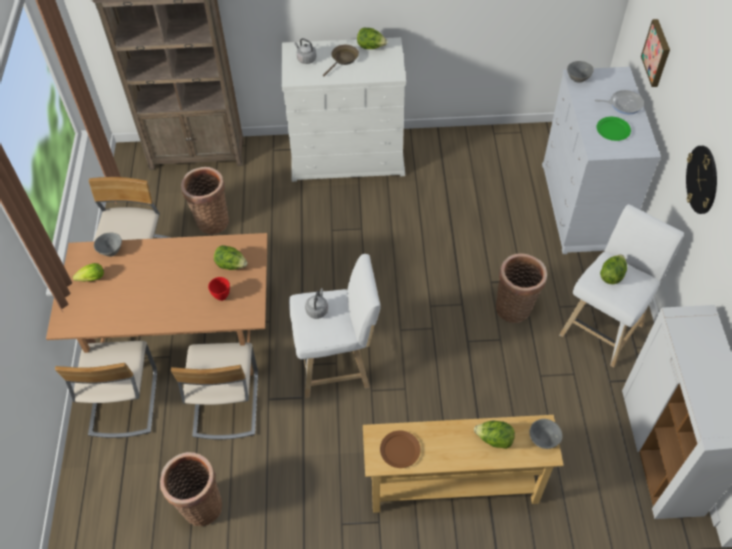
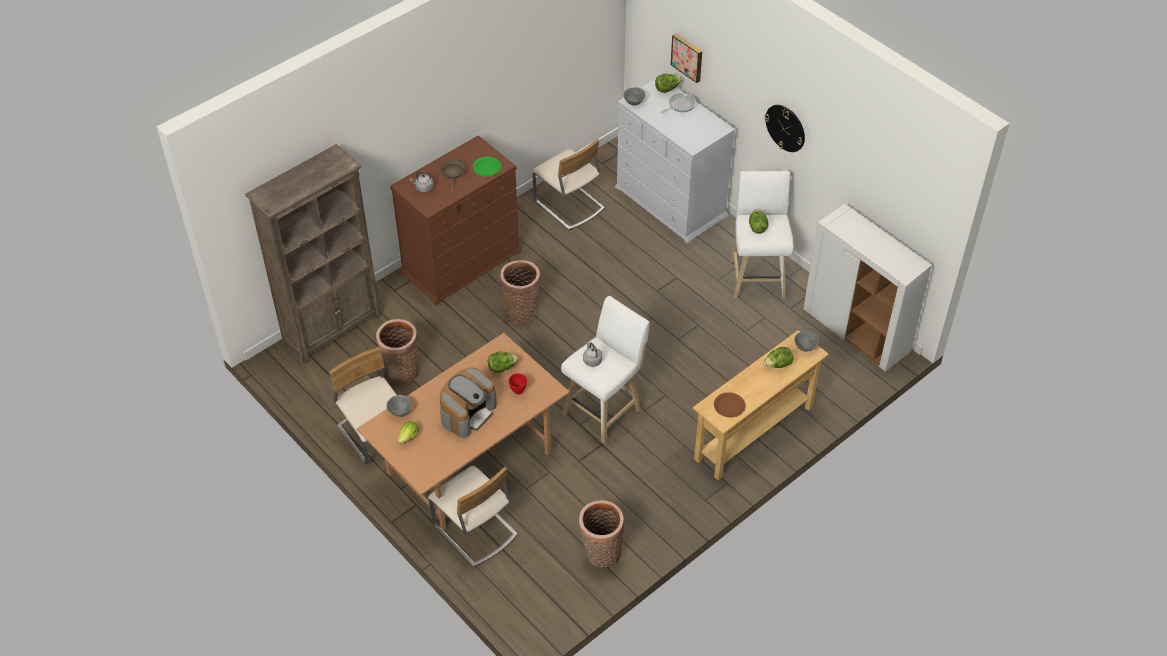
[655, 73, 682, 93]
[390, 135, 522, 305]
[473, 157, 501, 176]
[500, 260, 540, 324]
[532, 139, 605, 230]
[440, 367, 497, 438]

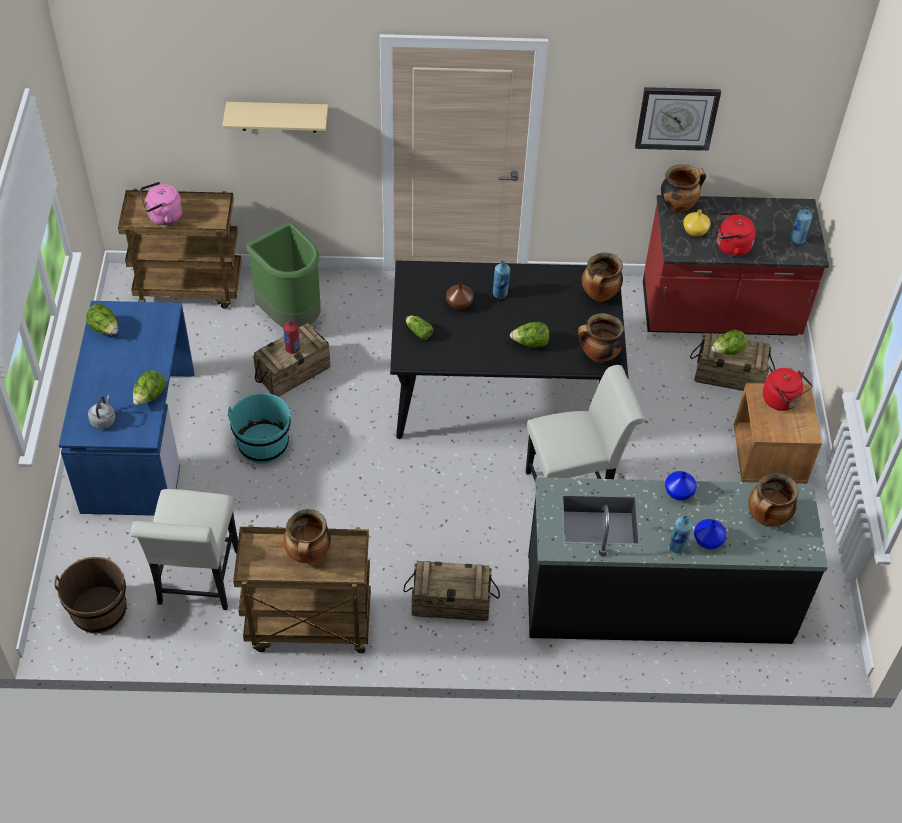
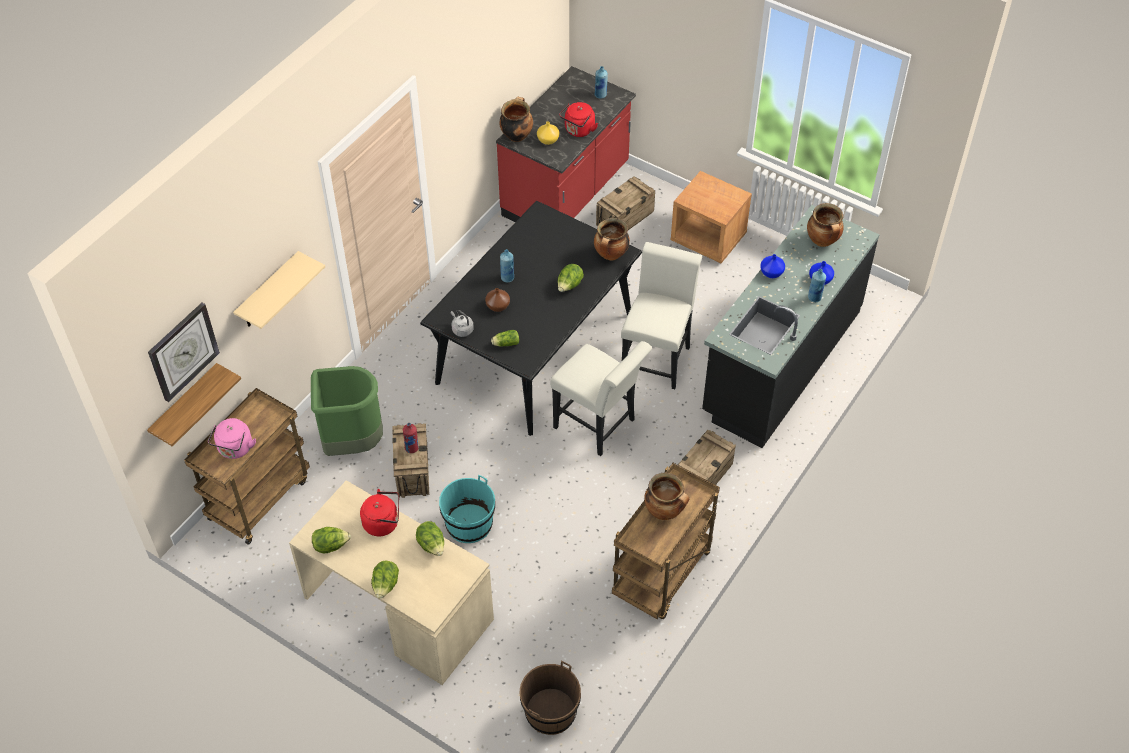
[148, 303, 220, 402]
[582, 253, 623, 302] (first image)
[289, 480, 494, 685]
[371, 561, 399, 599]
[360, 489, 399, 536]
[451, 310, 474, 337]
[550, 341, 652, 456]
[147, 363, 241, 447]

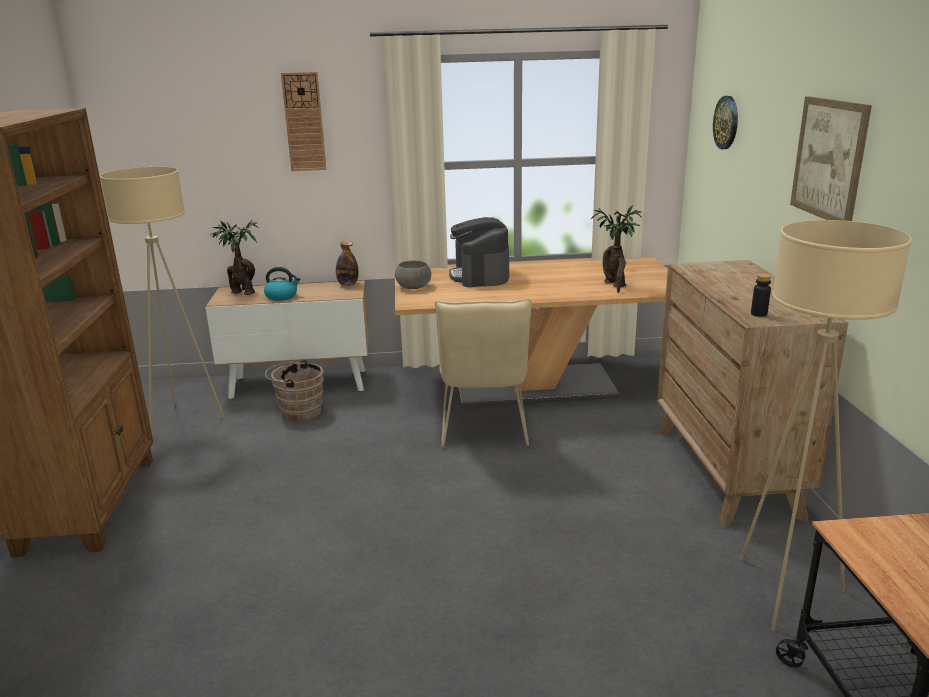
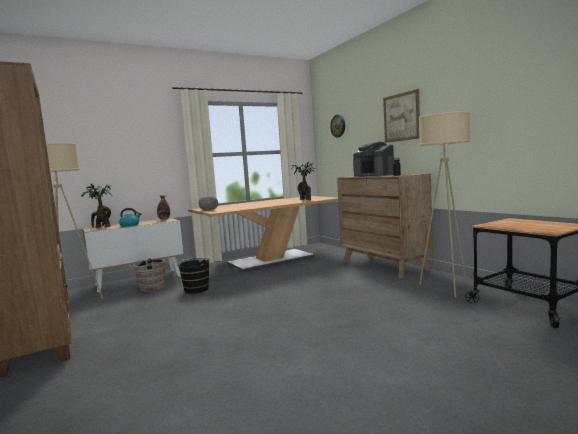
[281, 72, 326, 171] (first image)
[353, 142, 394, 177]
[435, 298, 532, 448] (first image)
[177, 258, 210, 293]

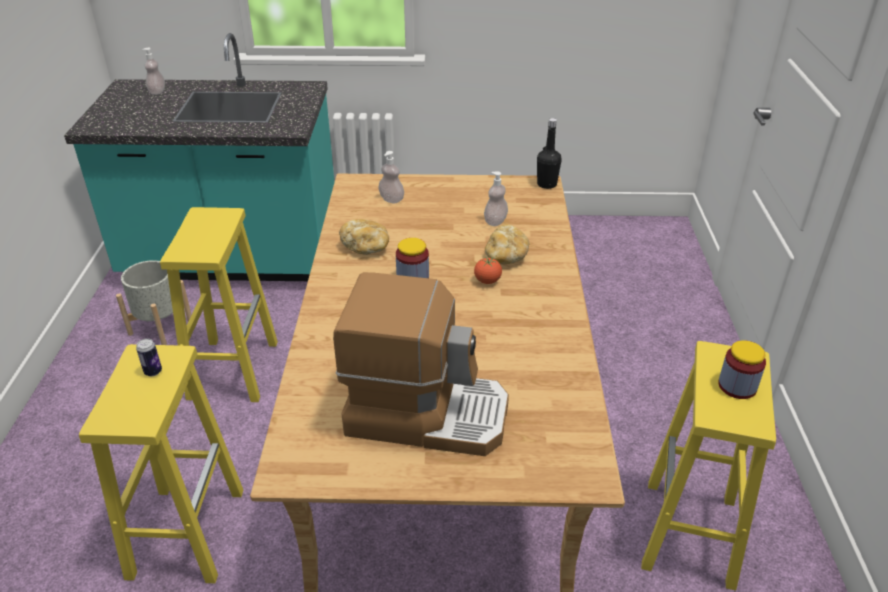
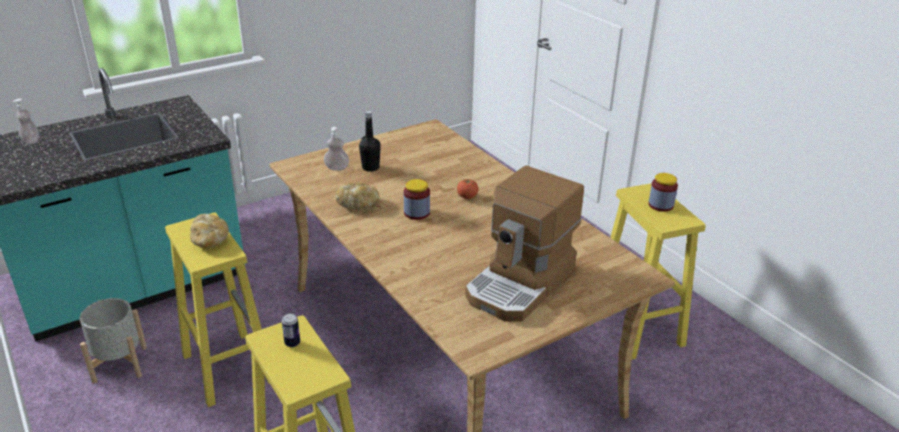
[359, 111, 381, 172]
[484, 171, 508, 226] (first image)
[190, 214, 229, 248]
[465, 166, 584, 322]

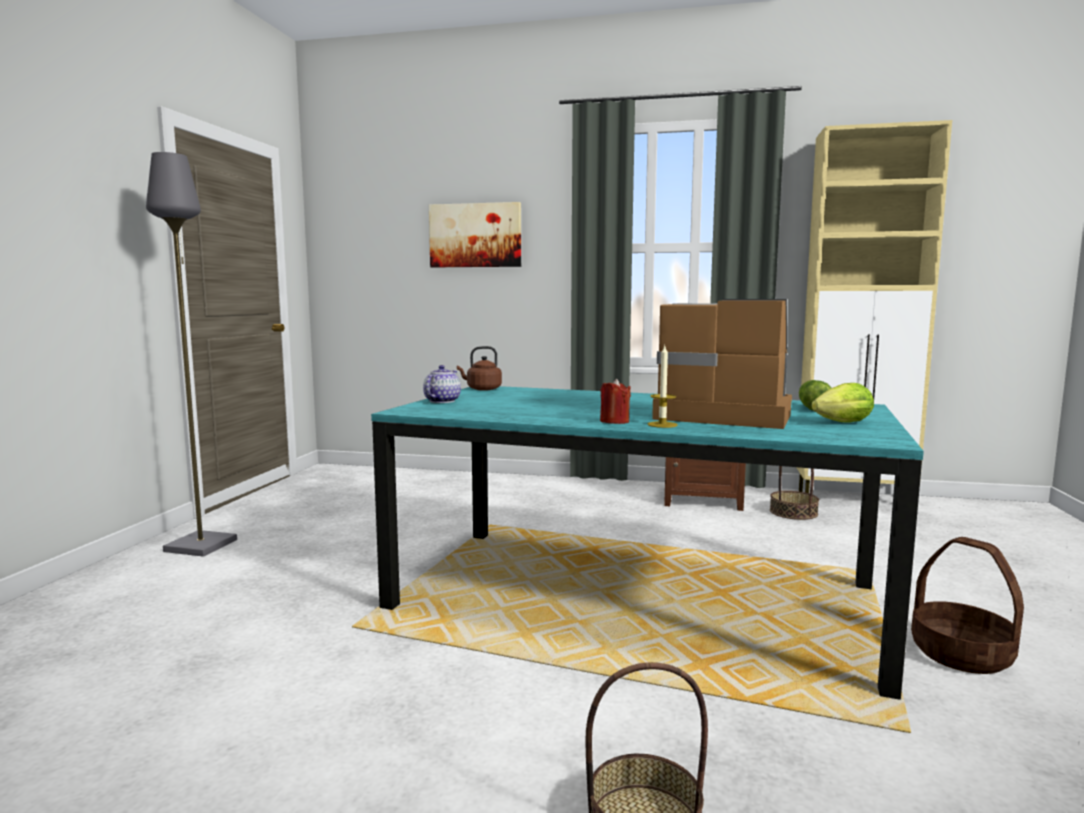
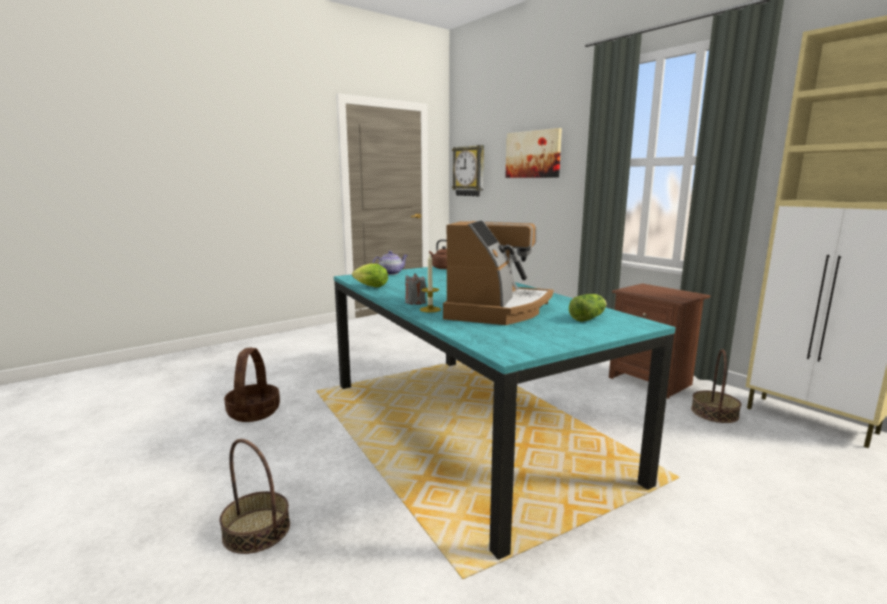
[146, 152, 237, 557] (first image)
[443, 220, 553, 325]
[405, 273, 426, 305]
[352, 264, 388, 287]
[224, 348, 280, 422]
[452, 145, 484, 196]

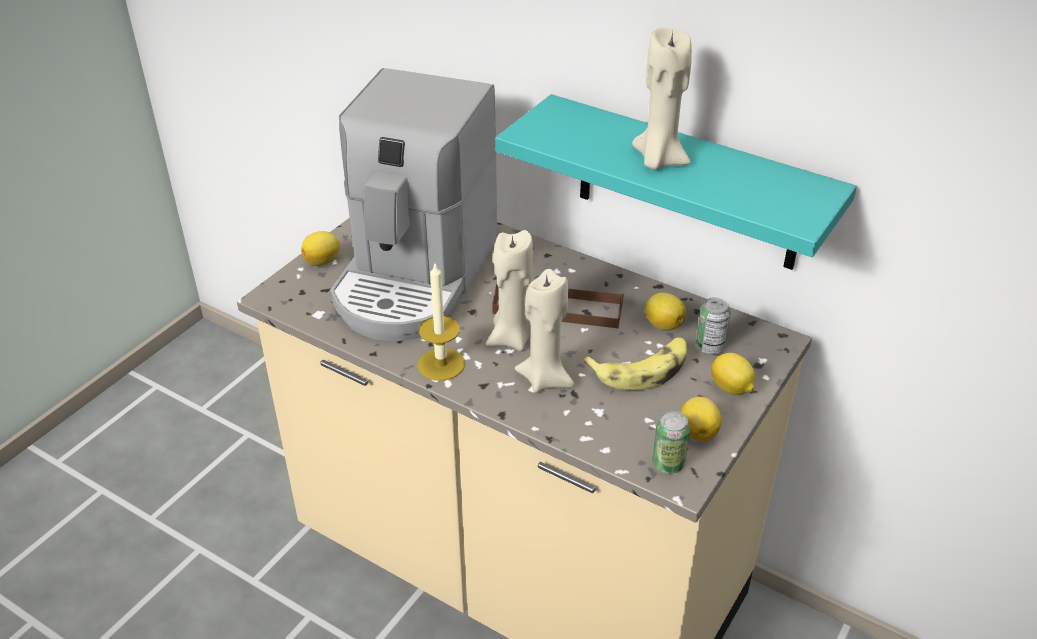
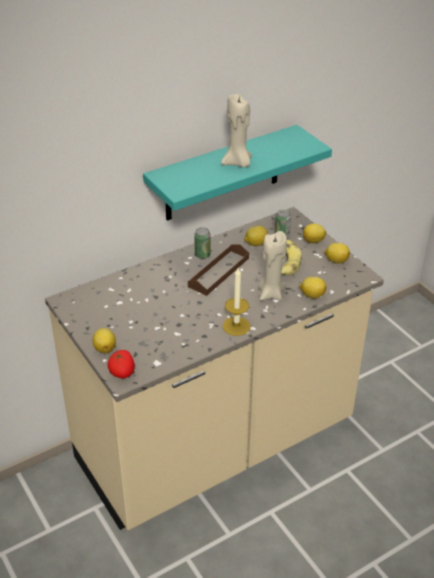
[330, 68, 497, 341] (first image)
[486, 230, 533, 351] (first image)
[194, 227, 211, 259]
[299, 277, 326, 299]
[108, 350, 135, 378]

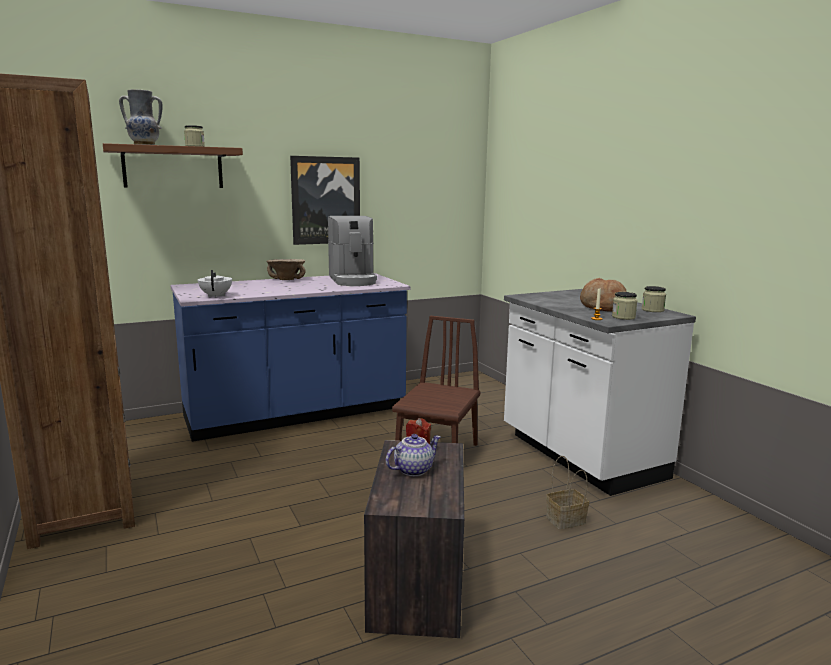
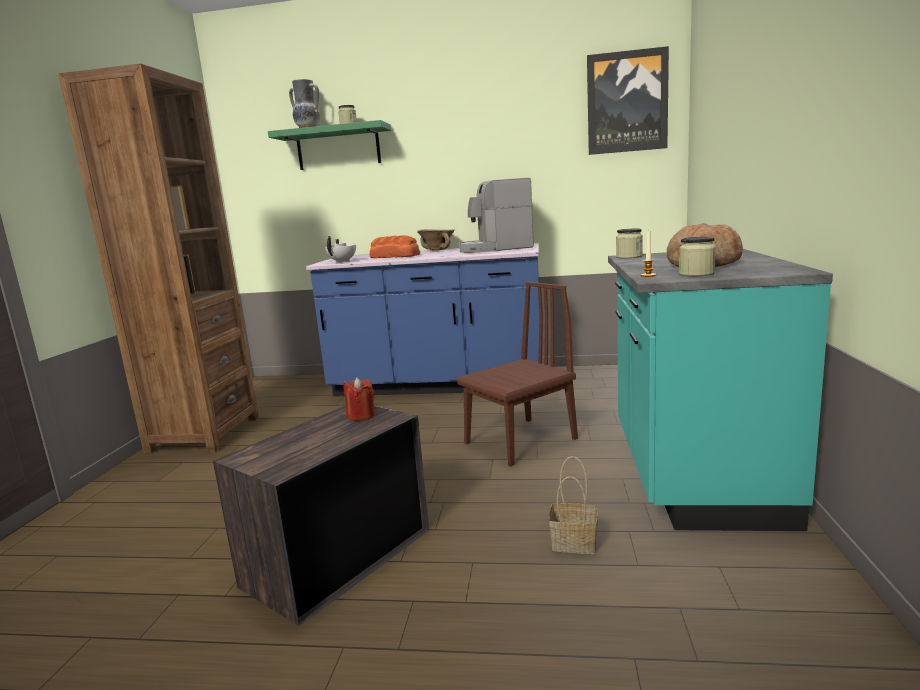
[268, 120, 391, 170]
[587, 46, 669, 155]
[458, 178, 534, 253]
[616, 228, 643, 258]
[608, 249, 833, 531]
[386, 434, 440, 476] (first image)
[370, 235, 420, 258]

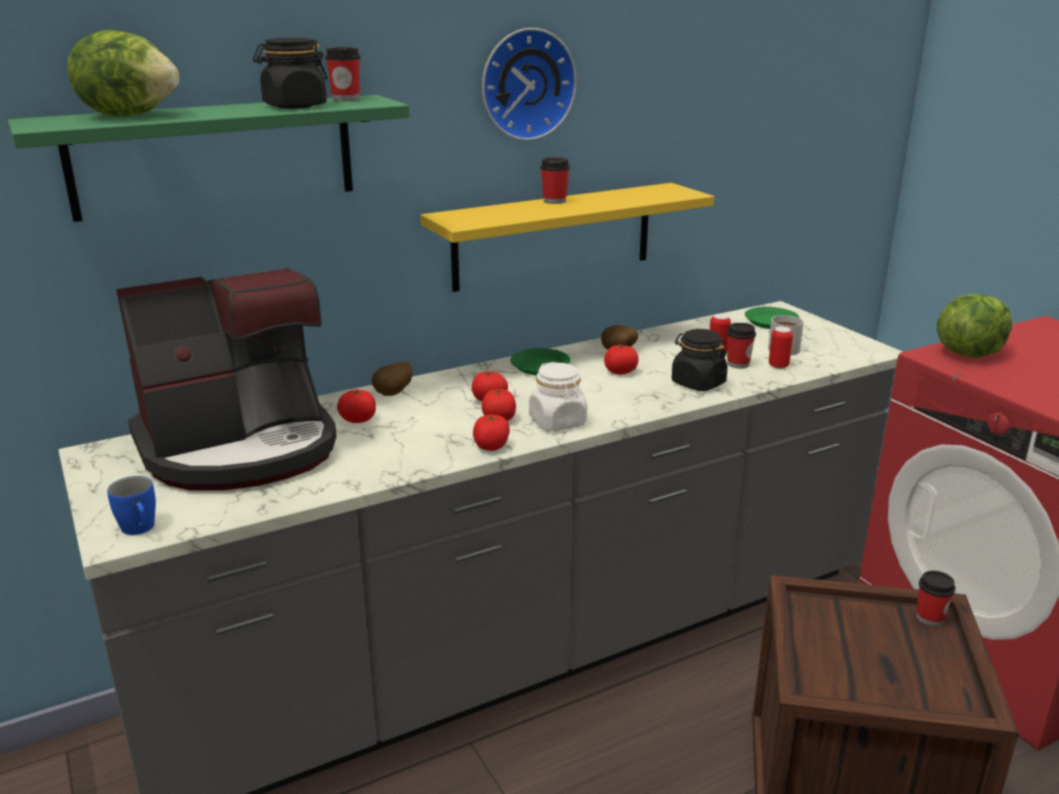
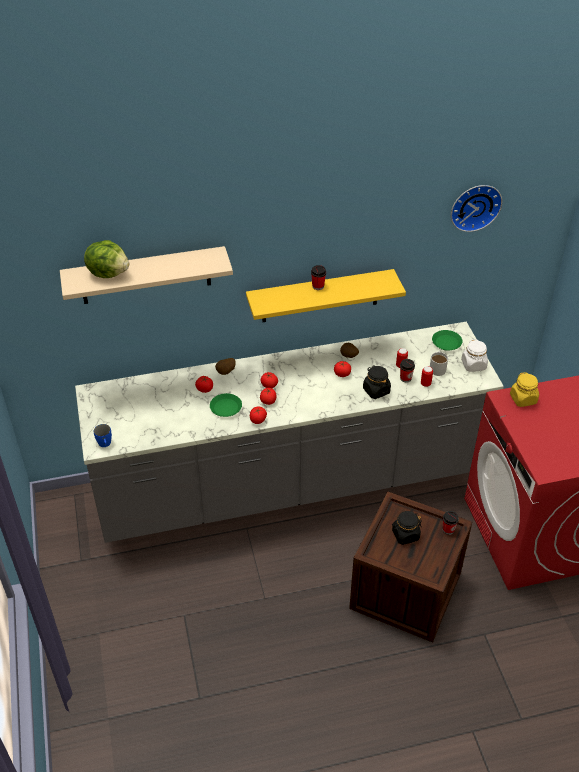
[451, 185, 502, 232]
[392, 511, 422, 545]
[325, 47, 360, 101] (first image)
[60, 246, 233, 304]
[116, 268, 337, 491] (first image)
[510, 372, 539, 407]
[210, 393, 242, 417]
[461, 339, 488, 372]

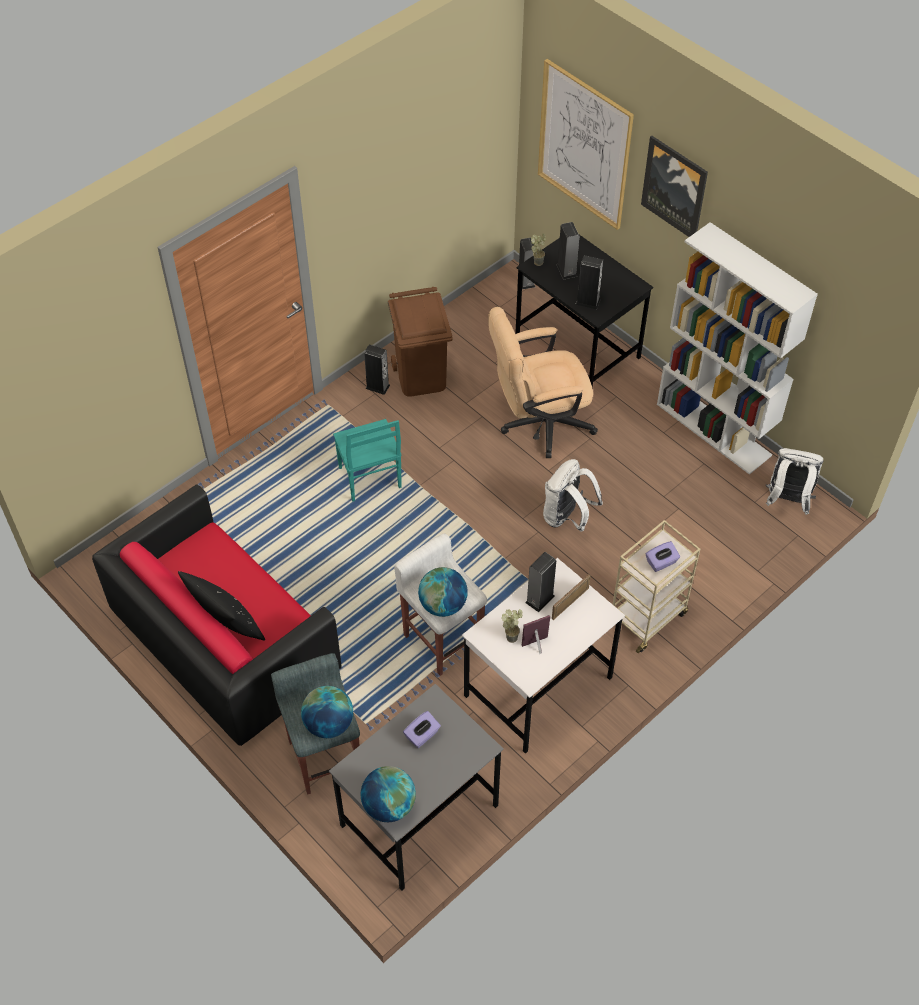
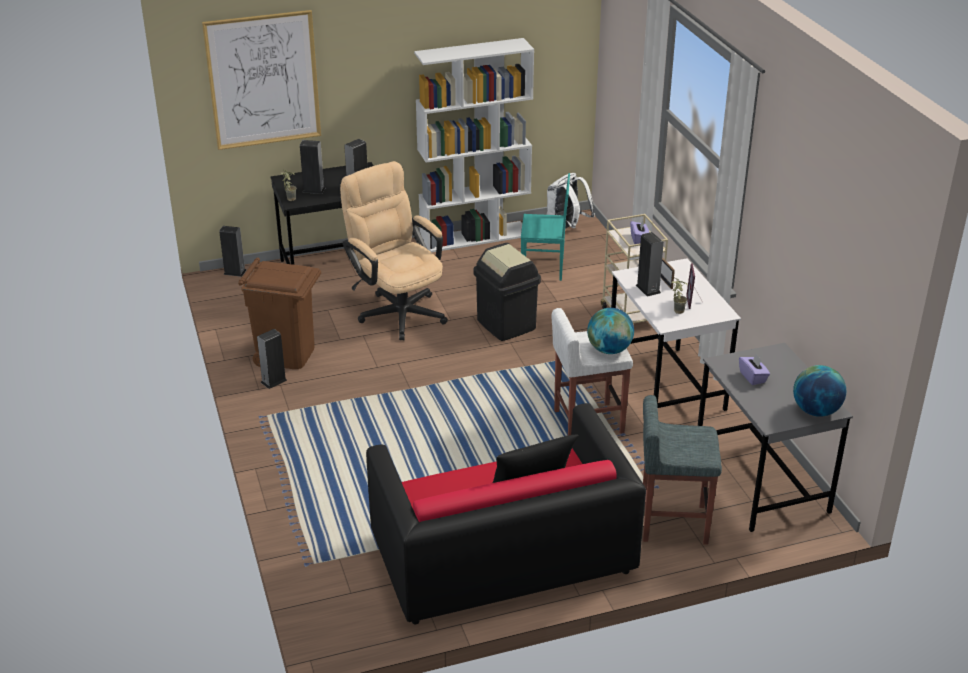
[641, 136, 708, 237] (first image)
[340, 161, 448, 340]
[521, 173, 570, 281]
[473, 243, 541, 341]
[301, 686, 353, 738] (first image)

